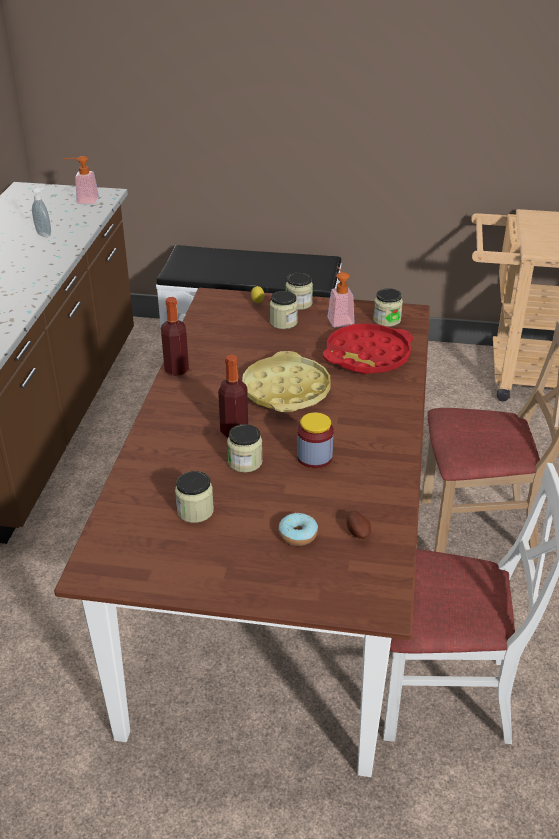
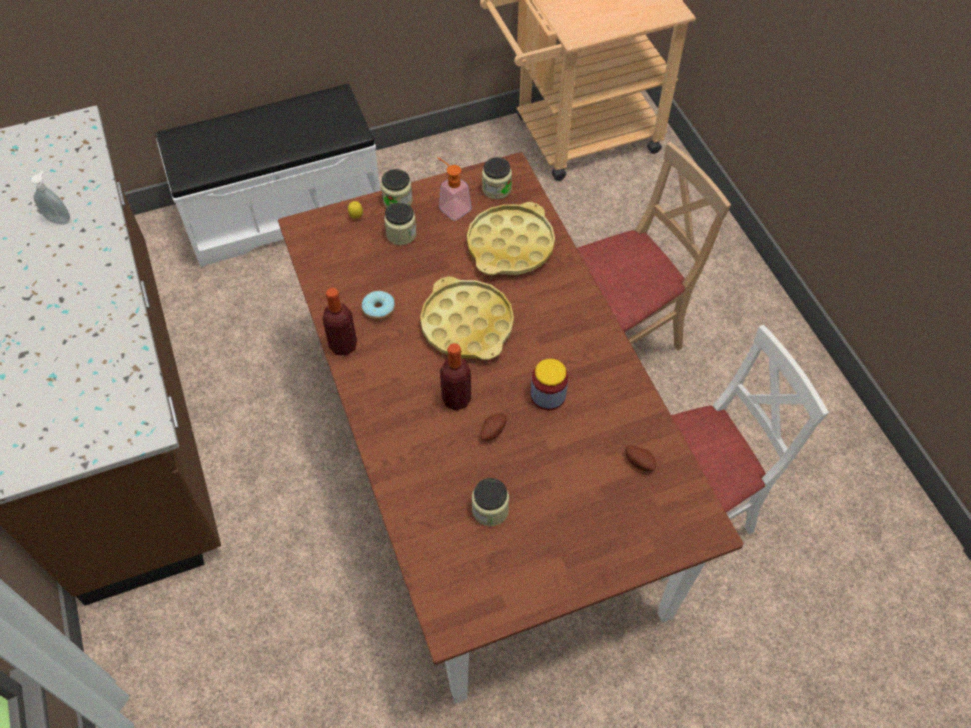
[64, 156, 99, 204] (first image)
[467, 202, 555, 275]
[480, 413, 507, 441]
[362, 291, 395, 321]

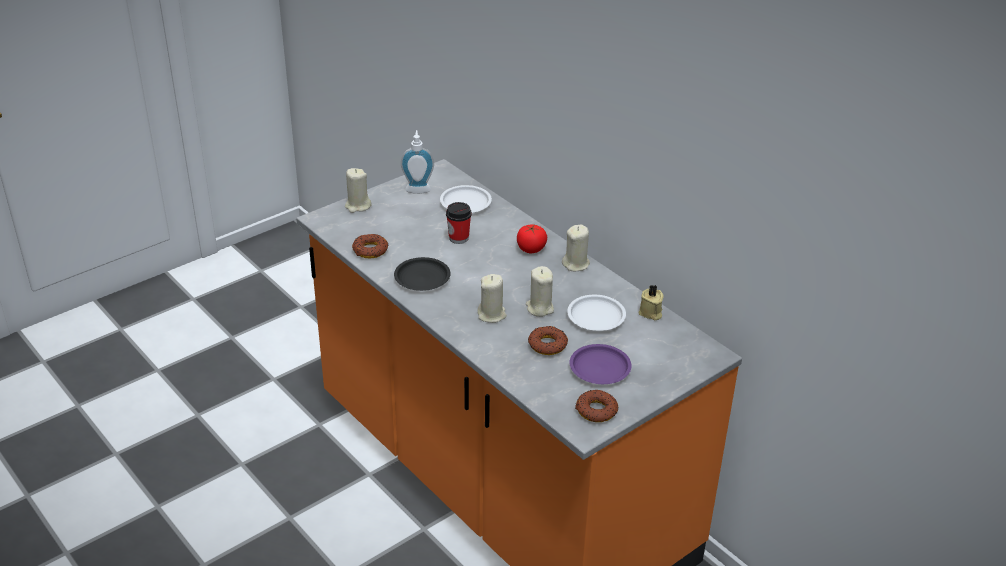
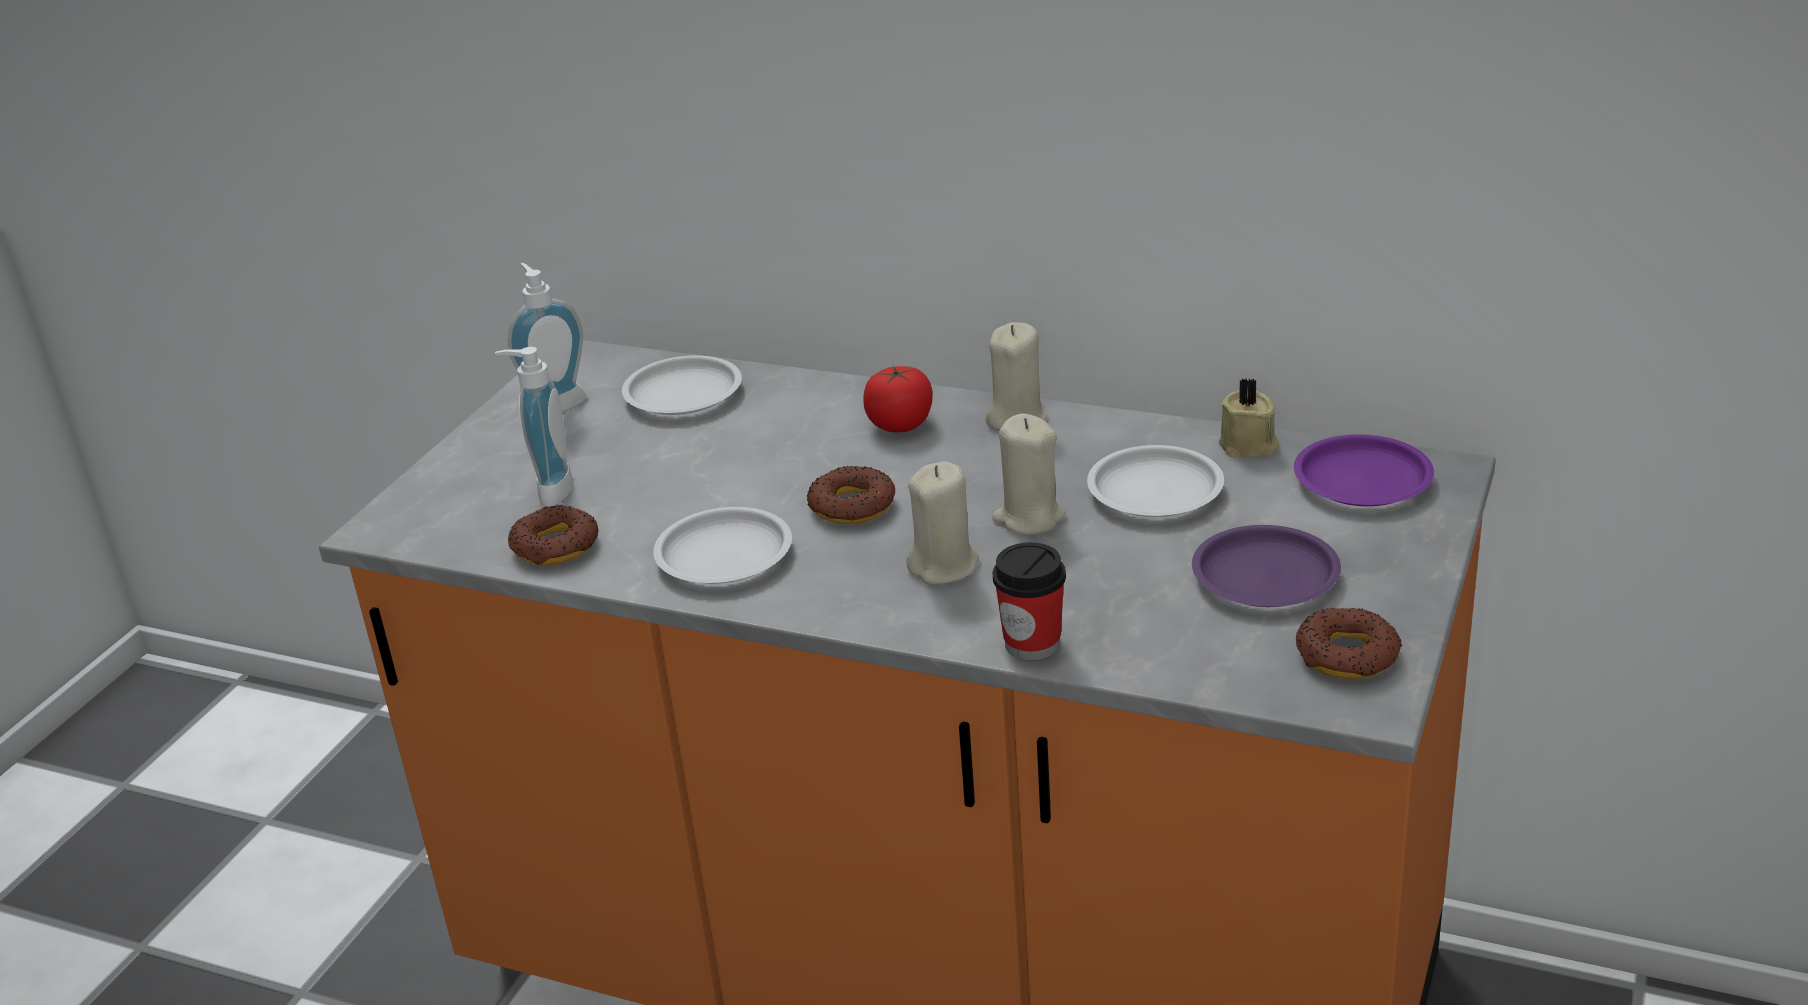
[345, 168, 372, 213] (first image)
[993, 542, 1066, 661]
[653, 507, 792, 584]
[807, 466, 895, 524]
[495, 347, 573, 507]
[1294, 434, 1434, 506]

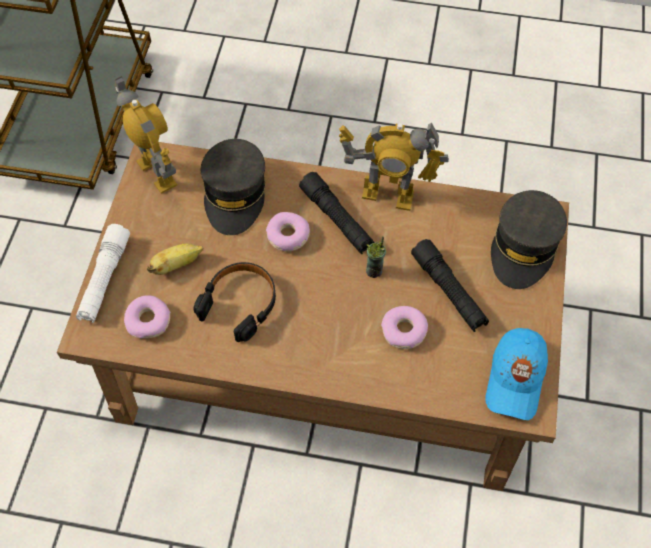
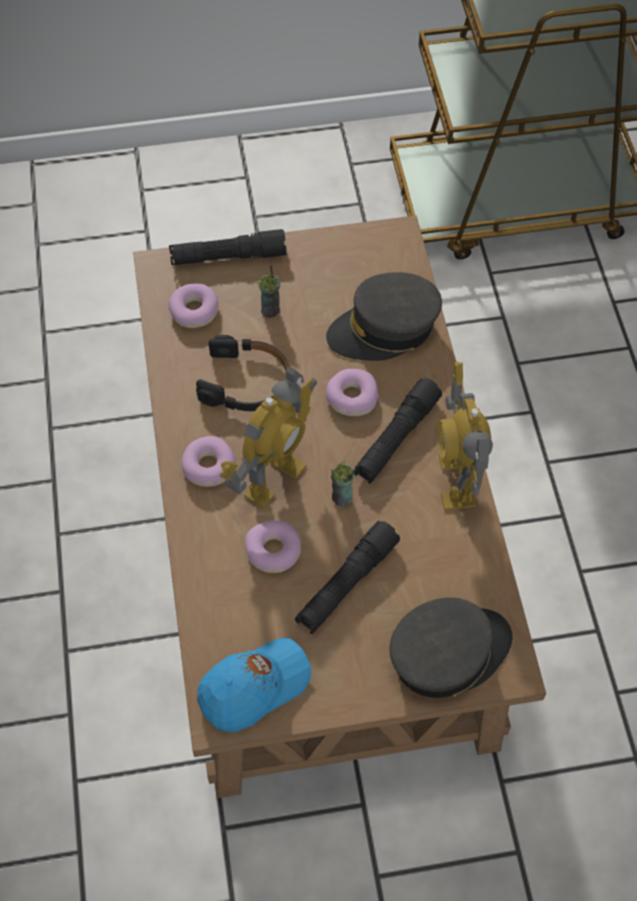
[220, 366, 317, 509]
[390, 597, 512, 698]
[169, 229, 287, 265]
[257, 264, 280, 318]
[197, 638, 311, 732]
[181, 436, 236, 487]

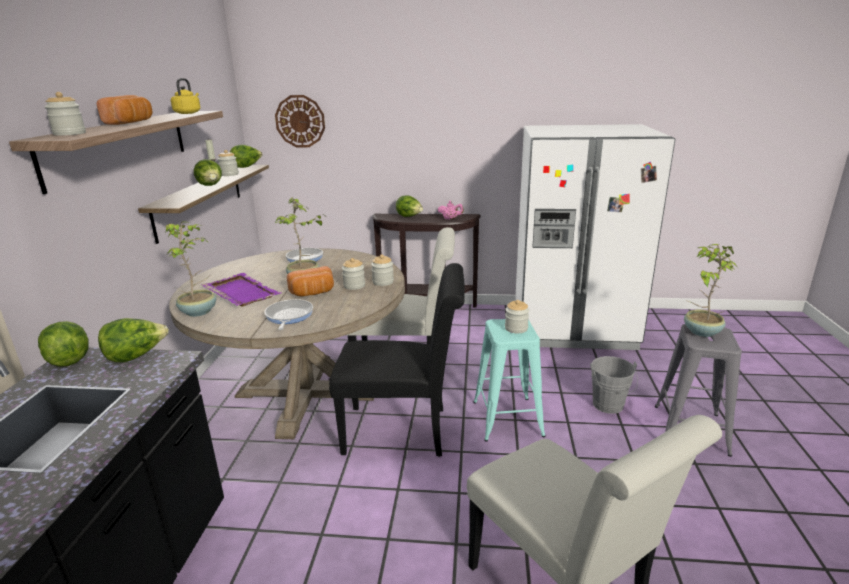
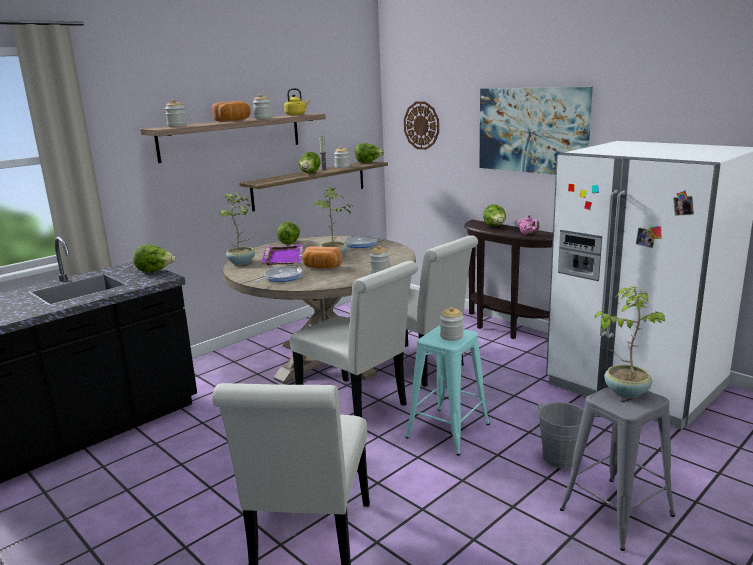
[253, 94, 272, 119]
[290, 261, 418, 417]
[277, 222, 300, 244]
[479, 87, 593, 175]

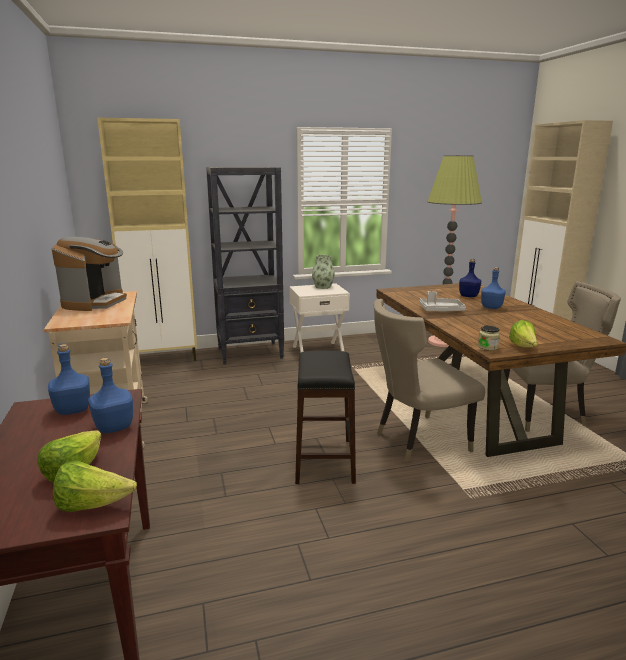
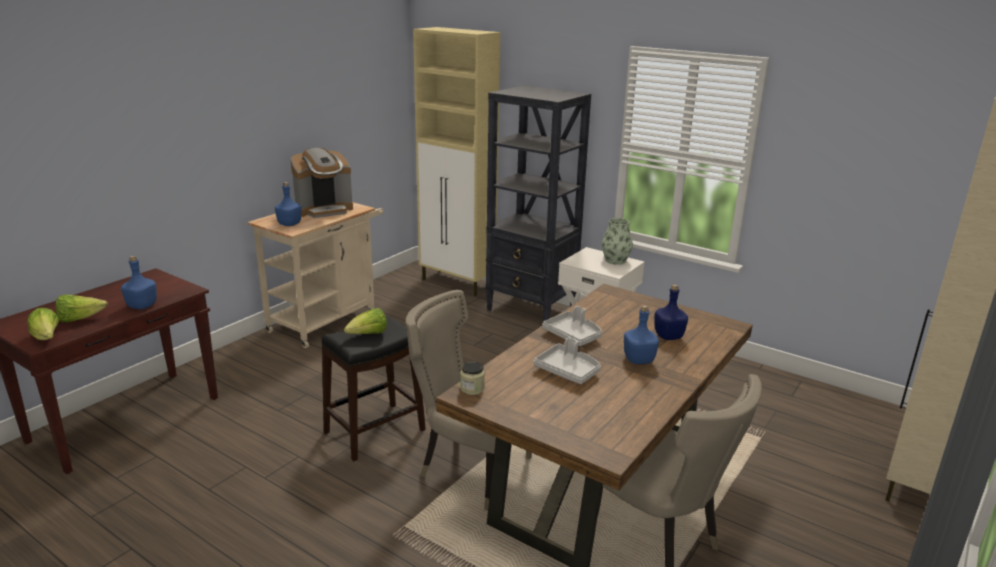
[428, 154, 482, 347] (first image)
[344, 308, 387, 334]
[275, 182, 302, 226]
[534, 338, 601, 384]

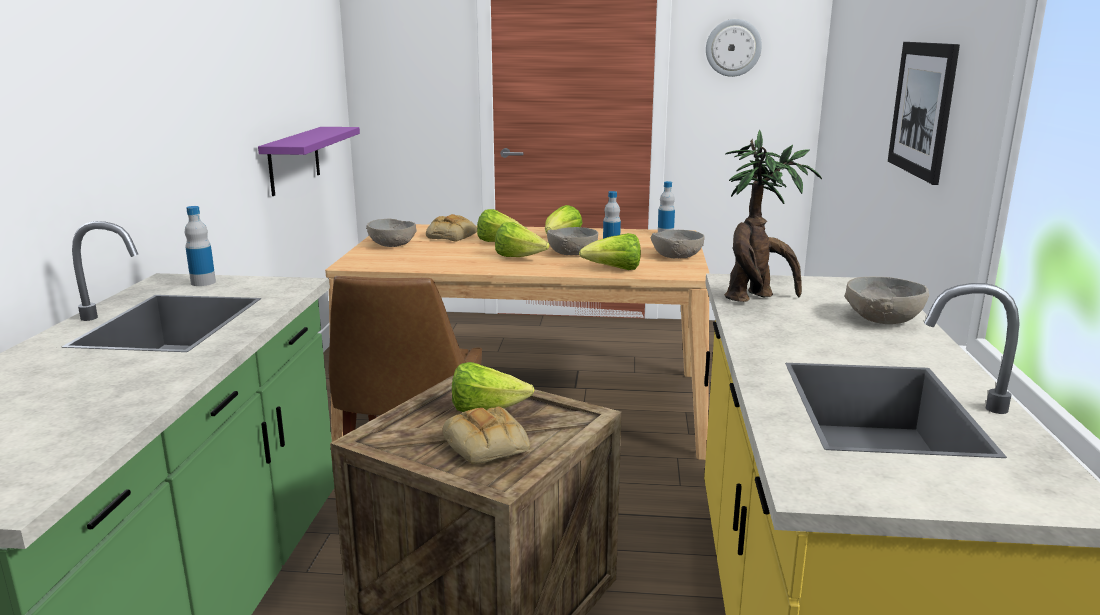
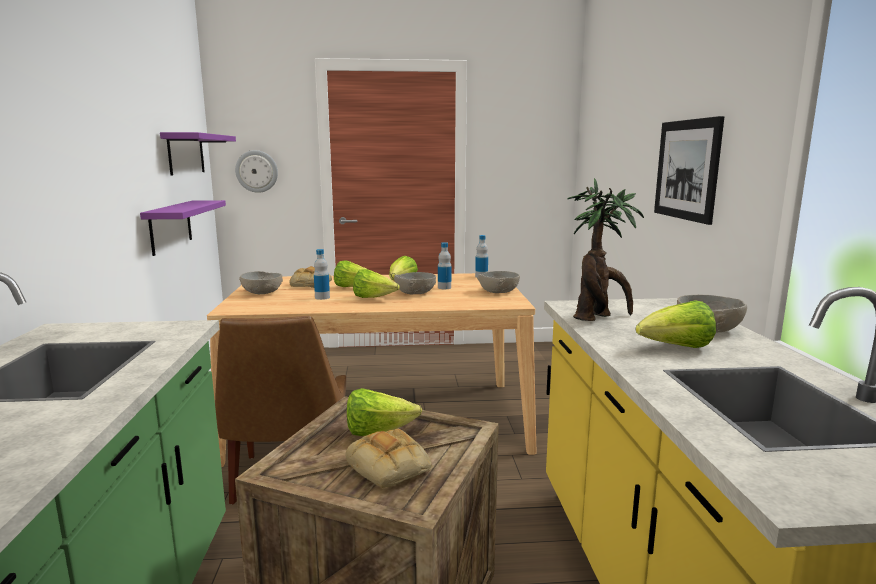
[235, 150, 278, 193]
[314, 249, 330, 300]
[636, 300, 716, 348]
[160, 132, 236, 176]

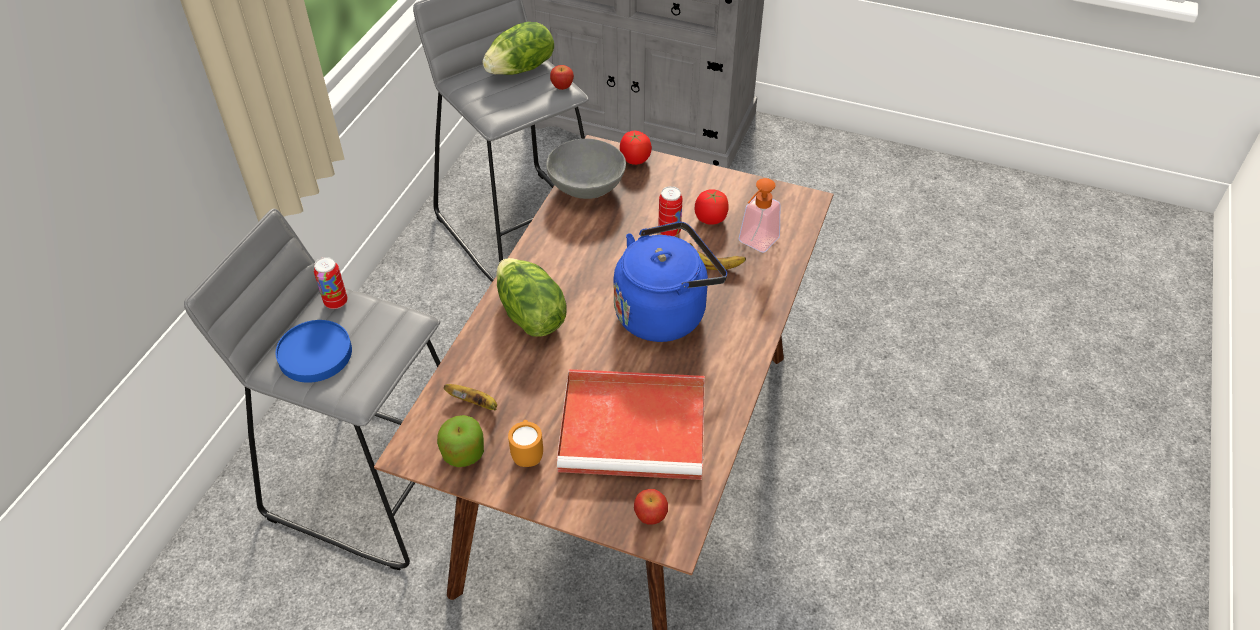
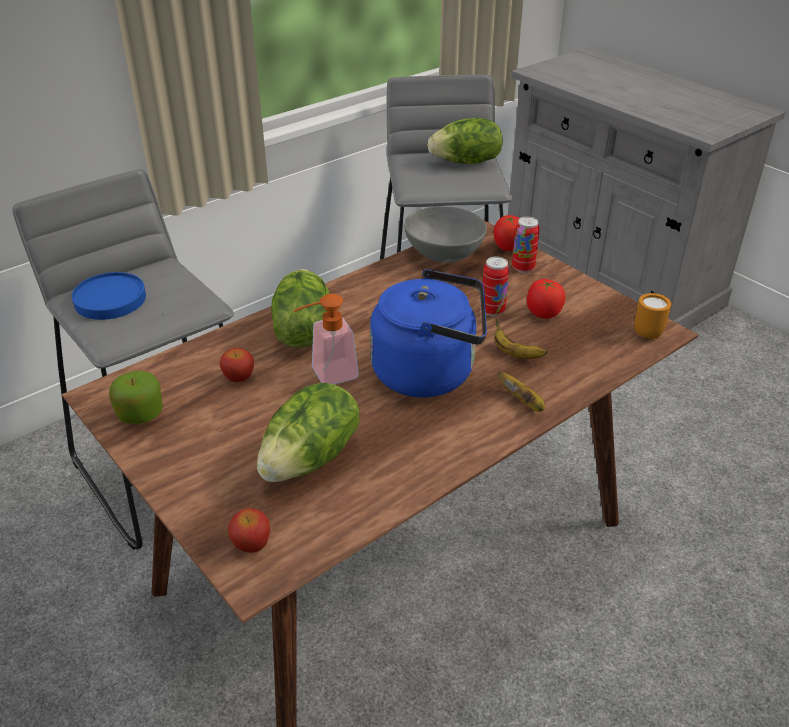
[219, 348, 254, 382]
[293, 294, 359, 384]
[512, 216, 540, 273]
[257, 383, 359, 482]
[498, 372, 545, 412]
[635, 293, 671, 339]

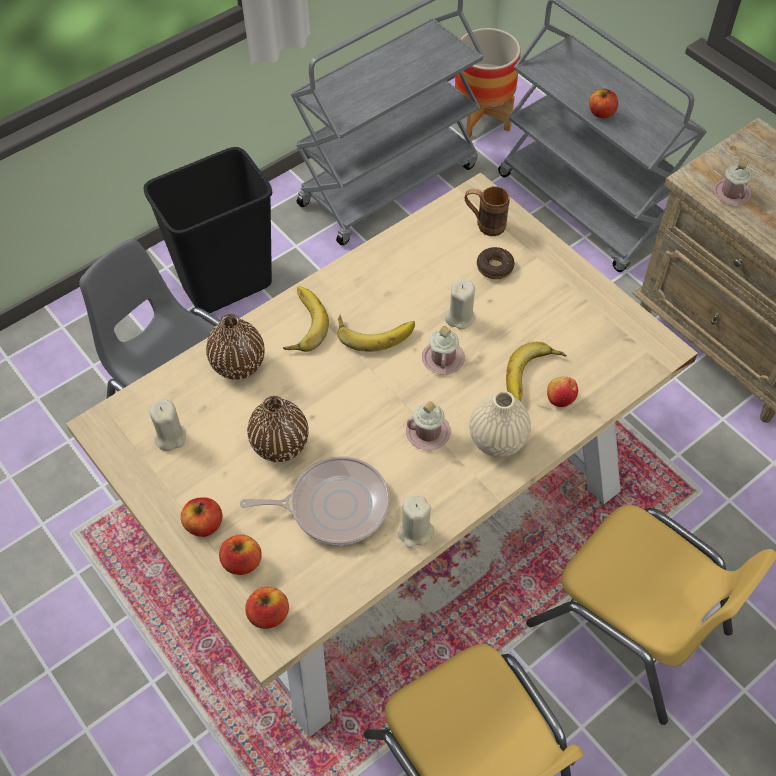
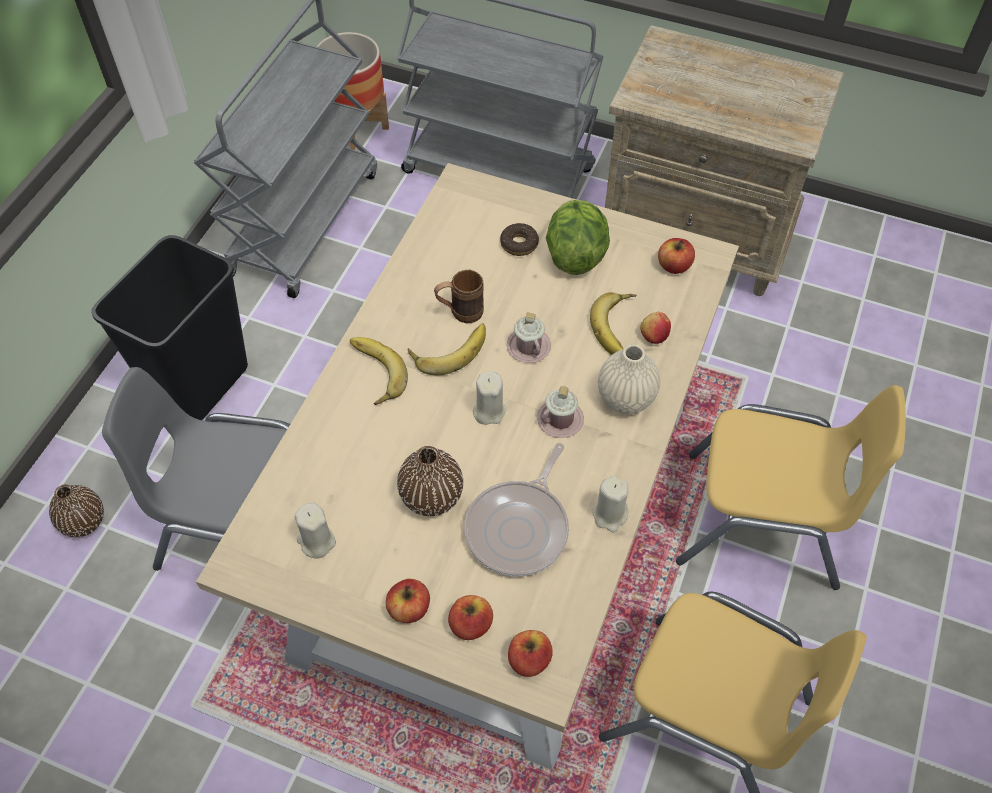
[658, 238, 695, 274]
[713, 159, 752, 205] (first image)
[434, 269, 484, 323]
[473, 371, 506, 425]
[49, 485, 104, 537]
[464, 443, 569, 576]
[546, 199, 610, 275]

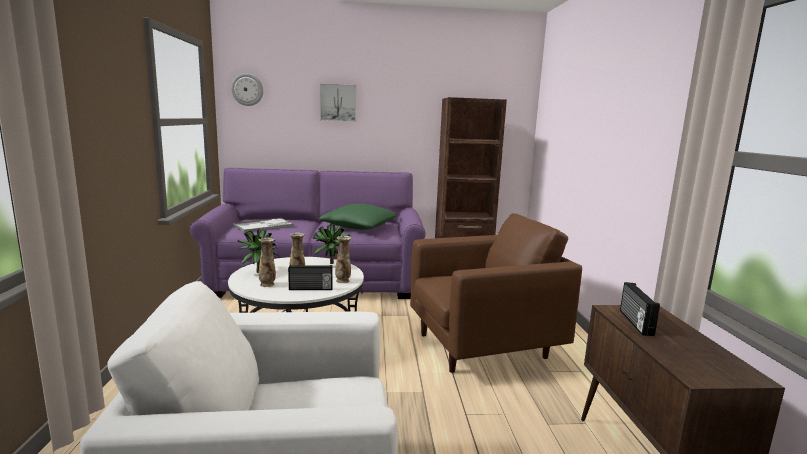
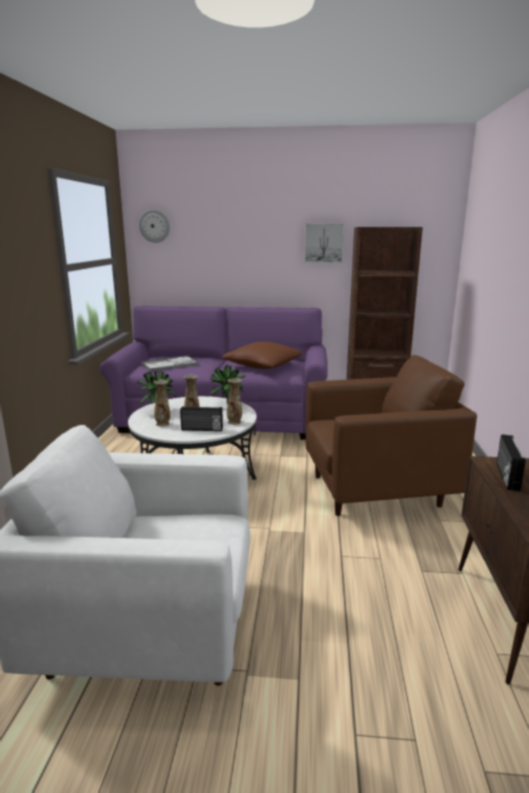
[305, 223, 344, 263]
[222, 342, 302, 369]

